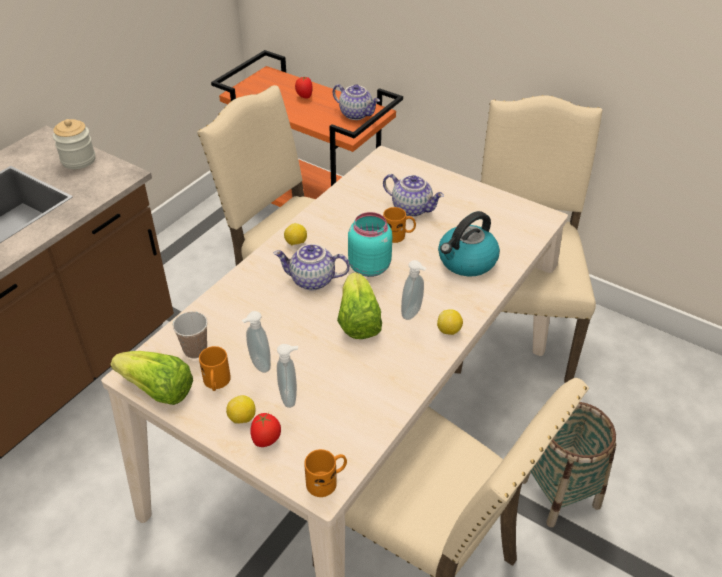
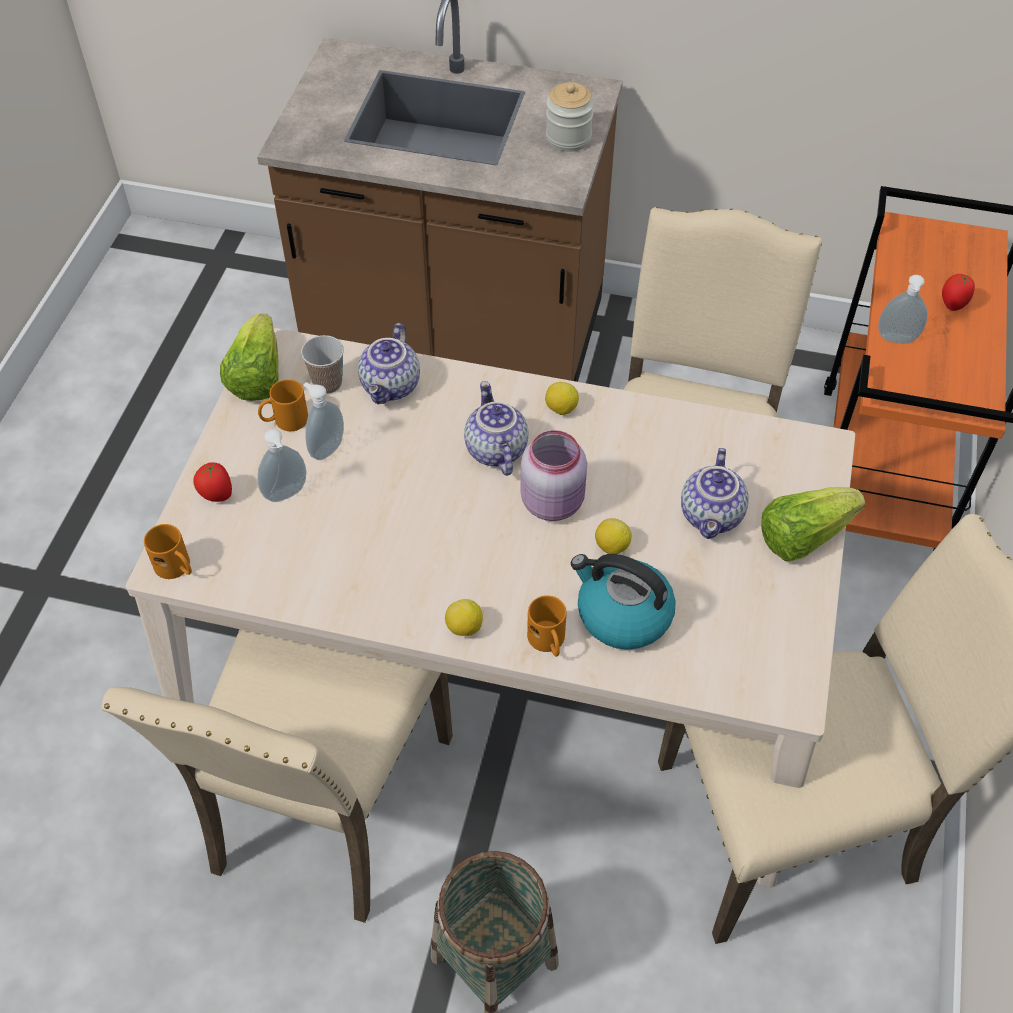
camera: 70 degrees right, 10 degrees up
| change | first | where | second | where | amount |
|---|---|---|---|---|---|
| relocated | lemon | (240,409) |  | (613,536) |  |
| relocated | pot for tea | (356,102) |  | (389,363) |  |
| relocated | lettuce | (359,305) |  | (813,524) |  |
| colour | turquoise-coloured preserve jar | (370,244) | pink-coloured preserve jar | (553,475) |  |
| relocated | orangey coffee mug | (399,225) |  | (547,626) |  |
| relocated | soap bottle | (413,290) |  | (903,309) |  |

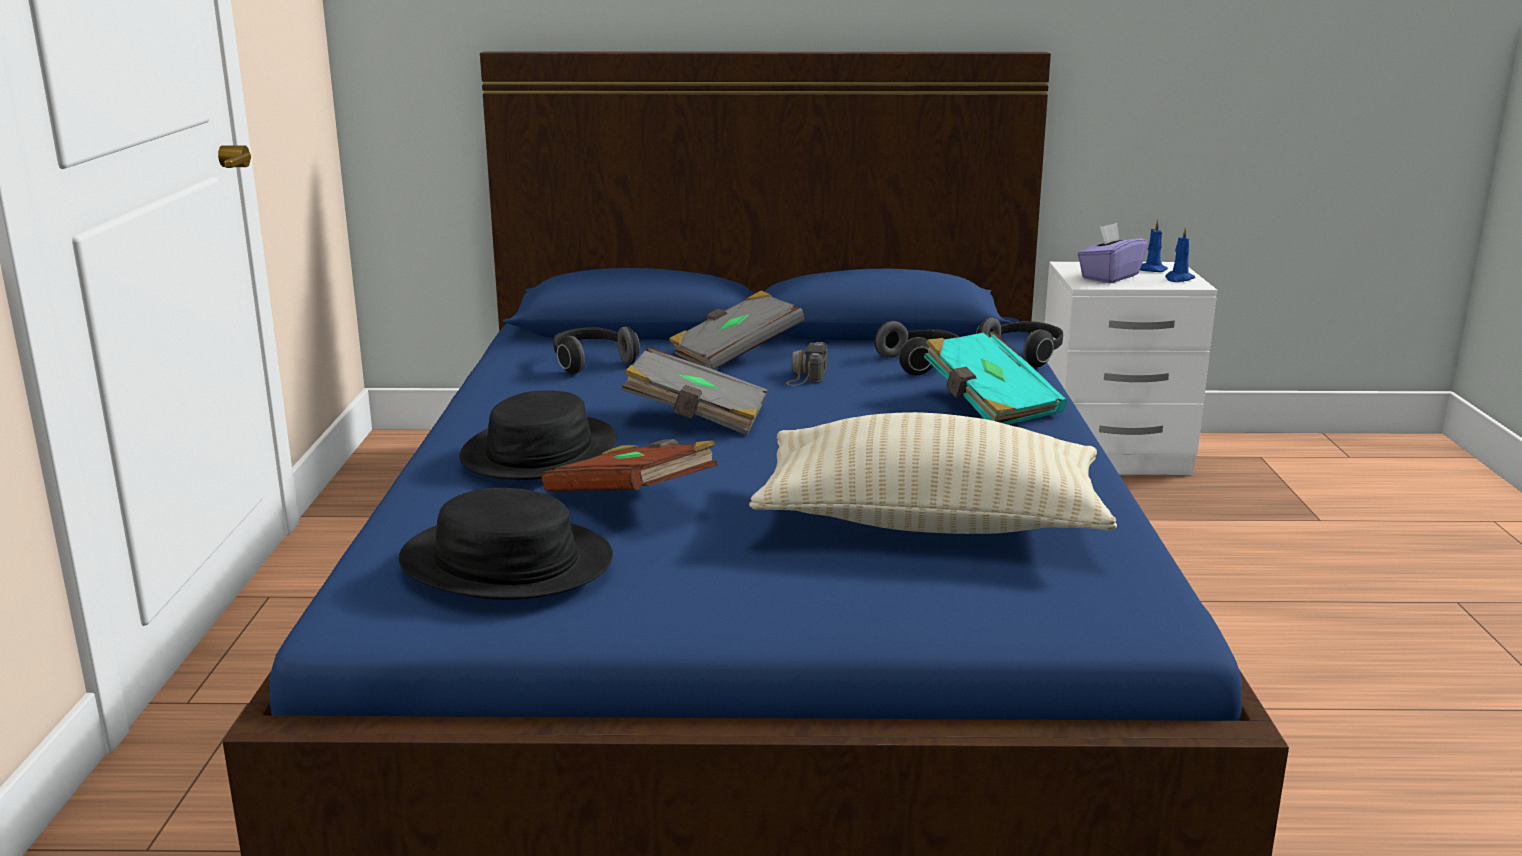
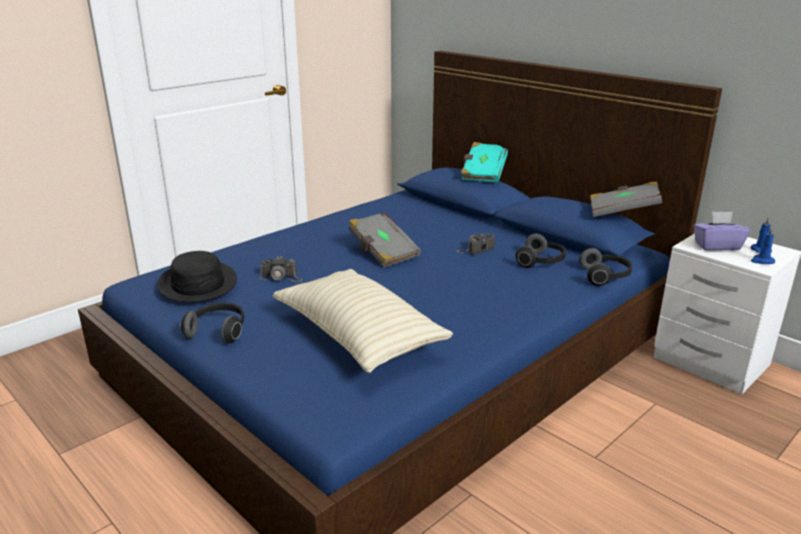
camera: 45 degrees right, 5 degrees up
| change | first | where | second | where | amount |
|---|---|---|---|---|---|
| missing | black-coloured wearable hat | (538,435) |  |  |  |
| exchanged | brown bound book | (629,465) | still camera | (281,269) |  |
| relocated | pair of headphones | (596,350) |  | (212,323) |  |
| relocated | greyish bound book | (737,330) |  | (626,199) |  |
| relocated | turquoise-coloured bound book | (995,378) |  | (484,162) |  |

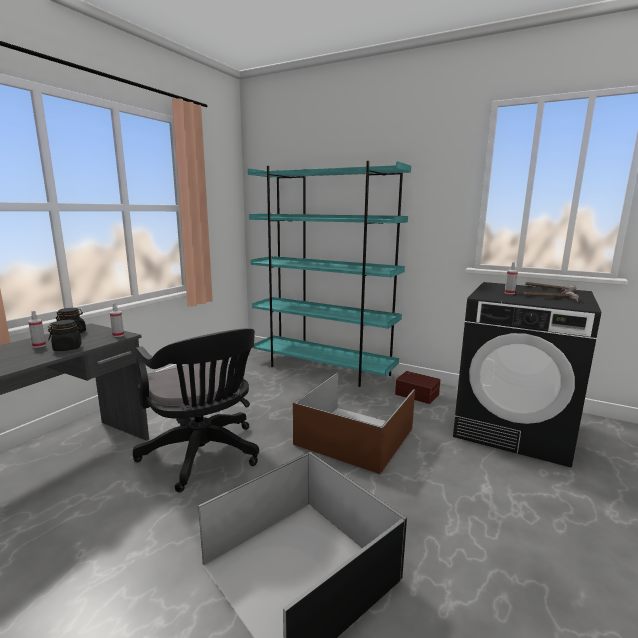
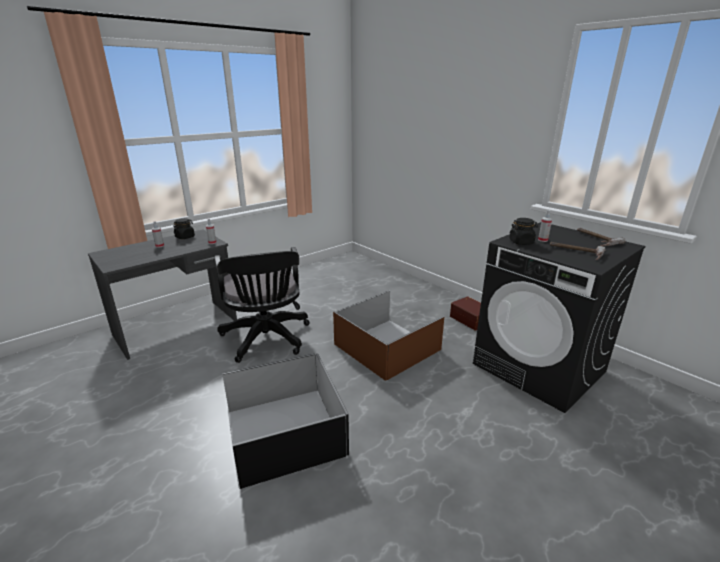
camera: 20 degrees right, 10 degrees up
| change | first | where | second | where | amount |
|---|---|---|---|---|---|
| relocated | black-coloured preserve jar | (65,335) |  | (523,231) |  |
| missing | turquoise-coloured shelving unit | (329,274) |  |  |  |

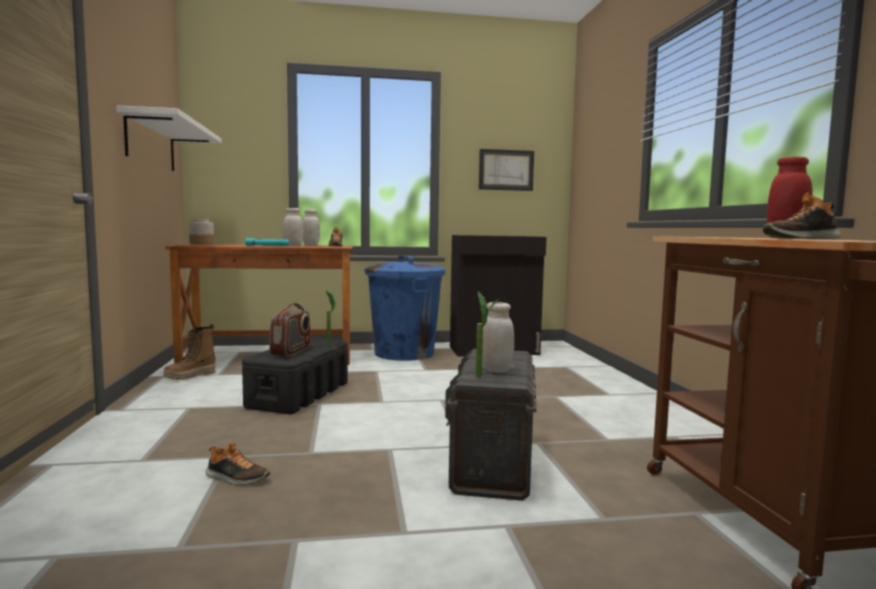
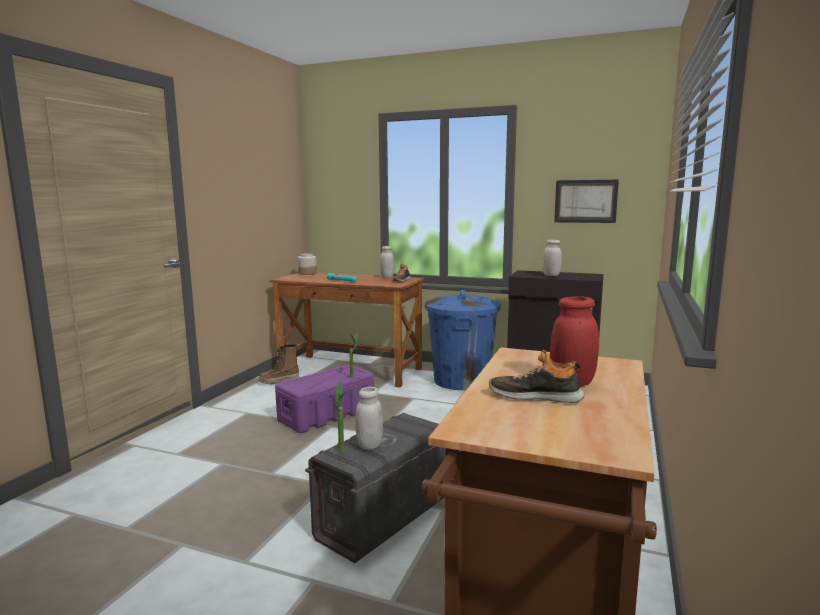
camera: 30 degrees right, 5 degrees up
| change | first | where | second | where | amount |
|---|---|---|---|---|---|
| missing | white-coloured wall shelf | (168,138) |  |  |  |
| missing | item of footwear | (237,463) |  |  |  |
| colour | black-coloured storage box | (295,376) | purple-coloured storage box | (324,399) |  |
| missing | radio set | (290,329) |  |  |  |
| relocated | white-coloured preserve jar | (293,227) |  | (552,258) |  |

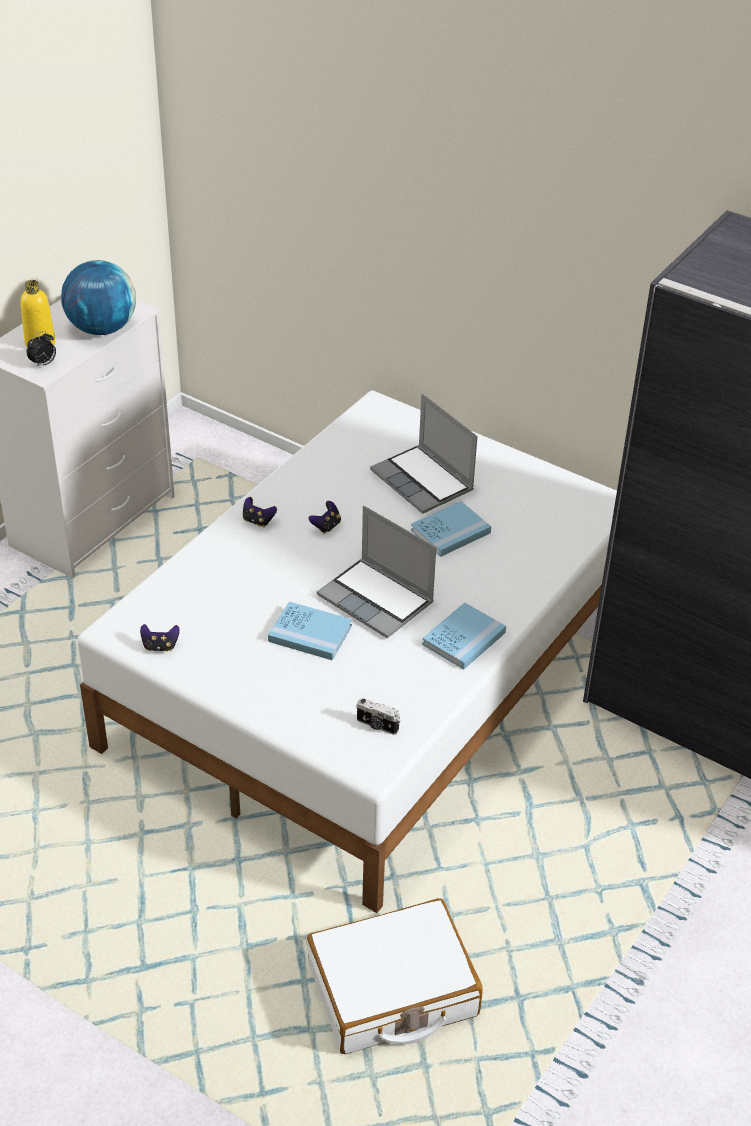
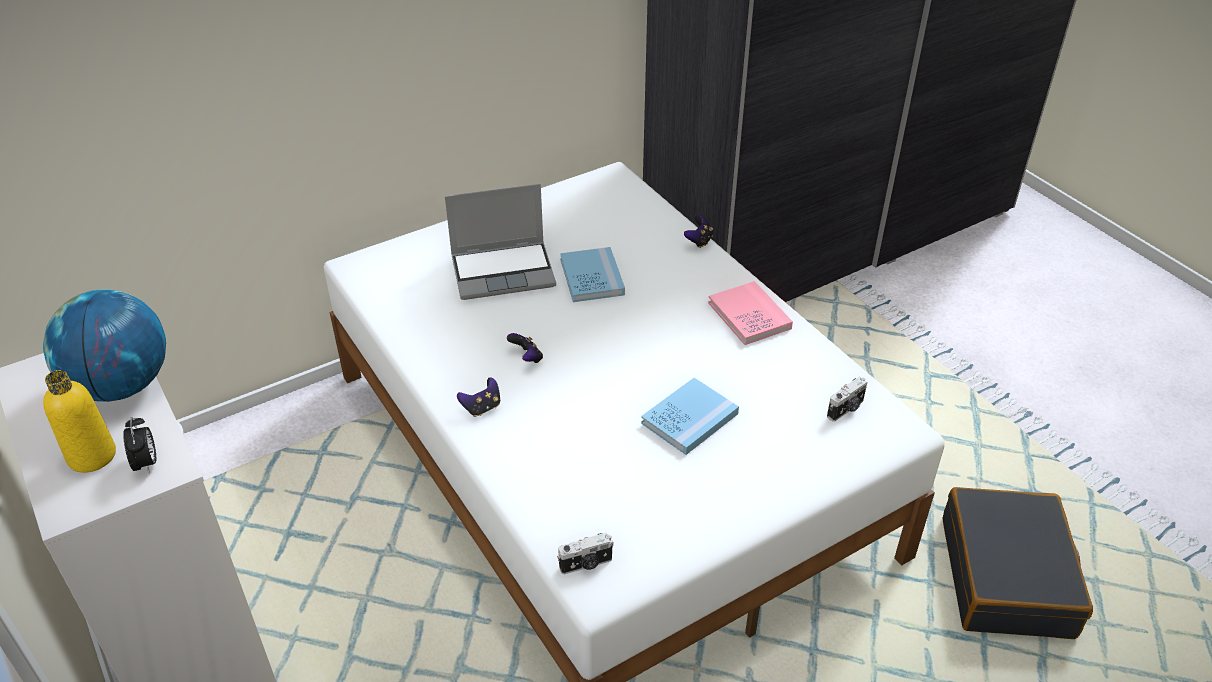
camera: 65 degrees left, 0 degrees up
| change | first | where | second | where | amount |
|---|---|---|---|---|---|
| relocated | joypad | (160,638) |  | (698,231) |  |
| colour | white-coloured travel case | (395,976) | black-coloured travel case | (1018,563) |  |
| missing | notebook computer | (376,572) |  |  |  |
| colour | bluish bound book | (464,636) | pink-coloured bound book | (750,313) |  |
| appeared |  |  | still camera | (585,553) |  |

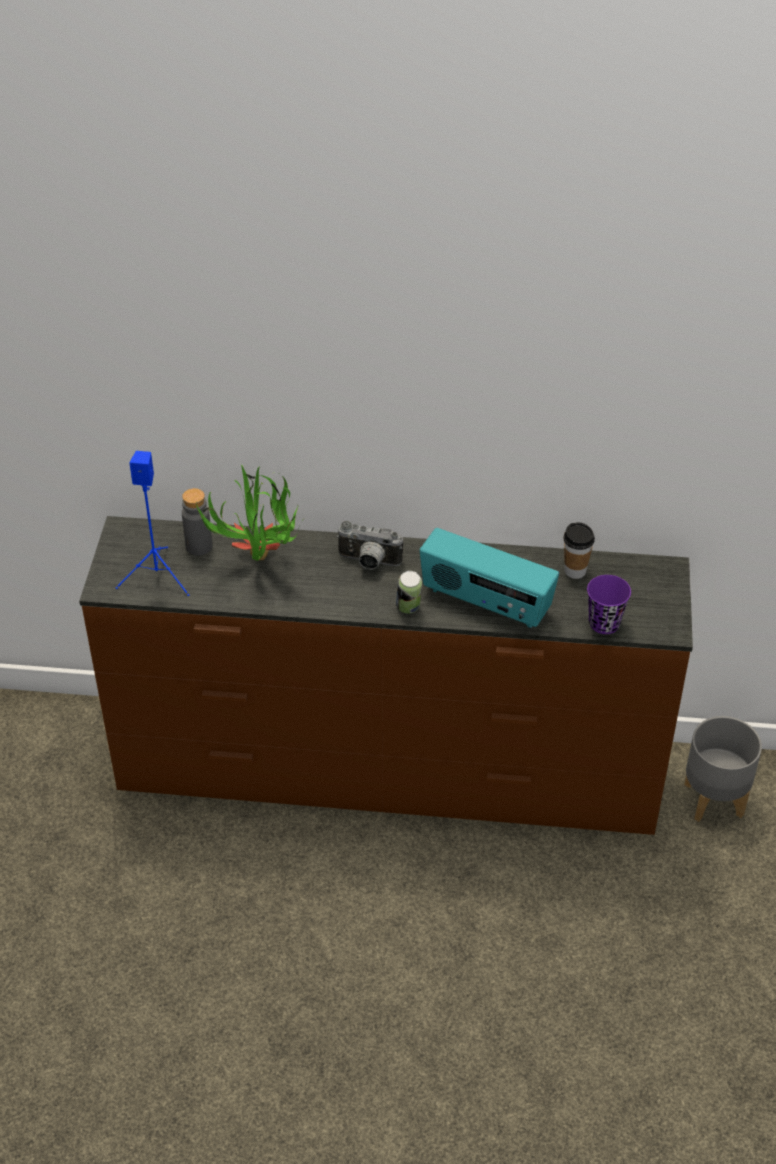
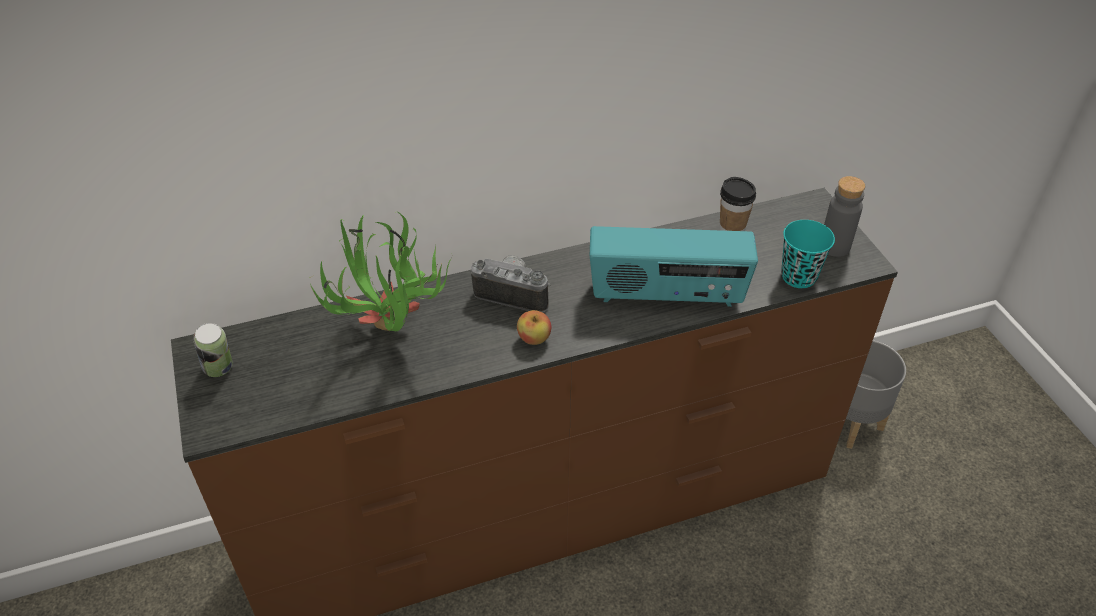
camera: 25 degrees left, 0 degrees up
| change | first | where | second | where | amount |
|---|---|---|---|---|---|
| missing | bluish audio speaker | (152,523) |  |  |  |
| relocated | greyish beverage bottle | (197,522) |  | (844,216) |  |
| spun | still camera | (369,545) |  | (511,283) | 150 degrees counterclockwise |
| relocated | sealed can | (409,592) |  | (213,350) |  |
| colour | purple-coloured small cup | (609,604) | turquoise-coloured small cup | (808,254) |  |
| appeared |  |  | whole apple | (534,327) |  |

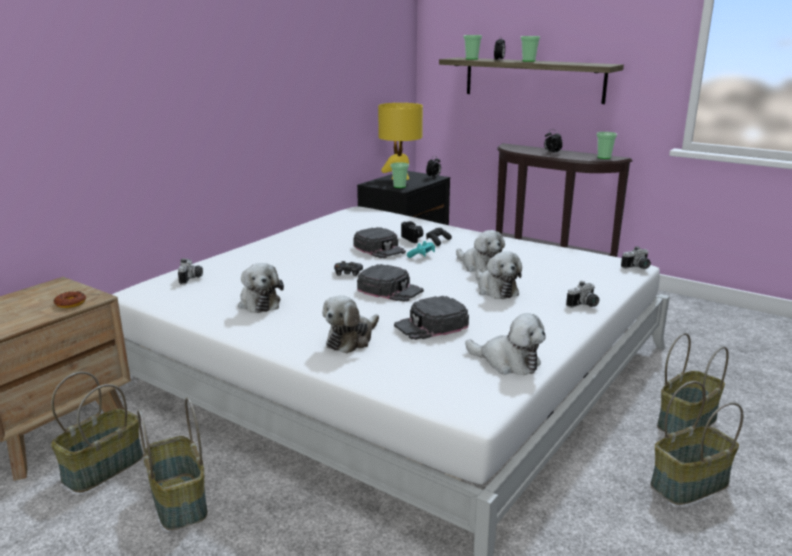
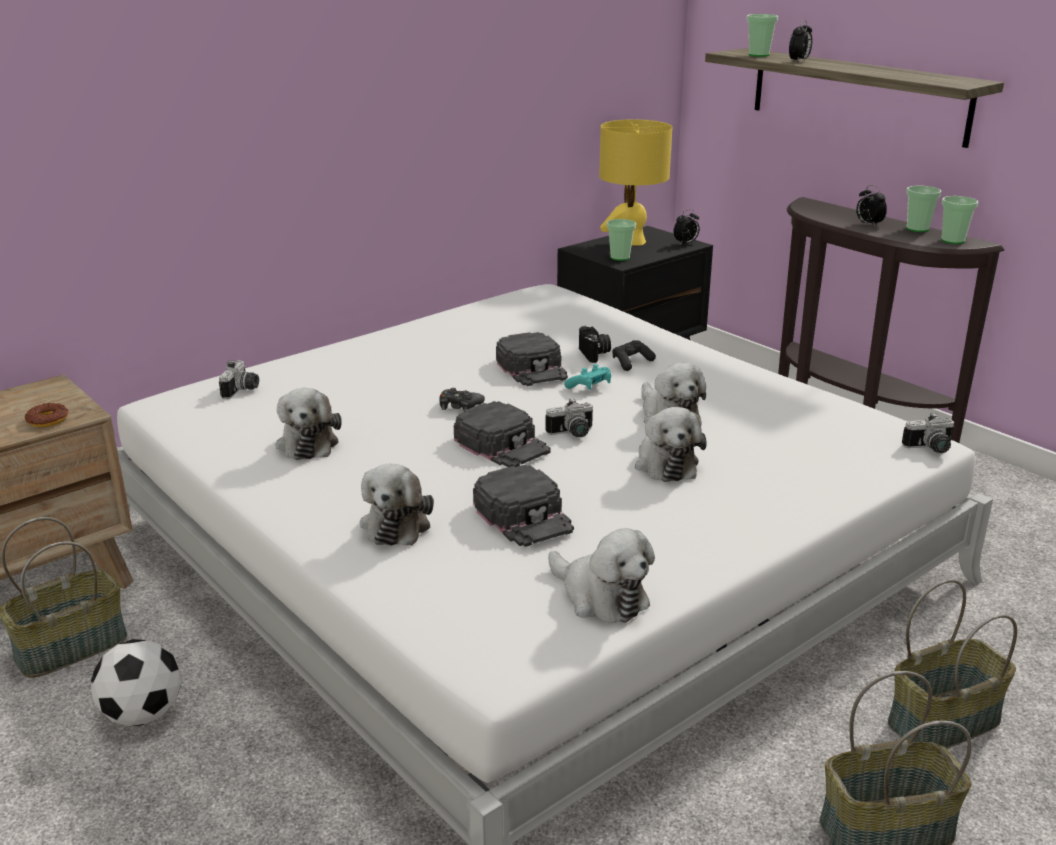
camera: 15 degrees right, 5 degrees up
| change | first | where | second | where | amount |
|---|---|---|---|---|---|
| exchanged | storage basket | (172,463) | ball for football | (136,682) |  |
| spun | plush toy | (350,324) |  | (397,504) | 45 degrees counterclockwise |
| spun | black-coloured peaked cap | (431,318) |  | (523,506) | 105 degrees counterclockwise |
| relocated | small cup | (530,49) |  | (923,209) |  |
| relocated | still camera | (582,294) |  | (569,417) |  |

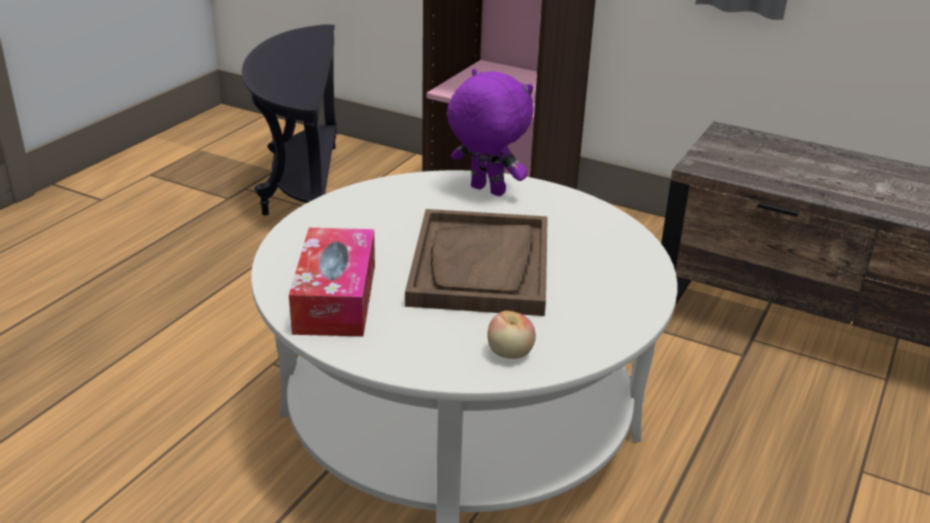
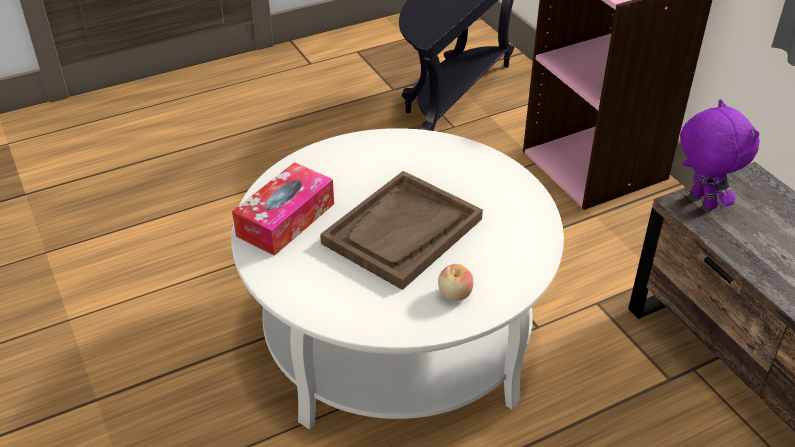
camera: 35 degrees right, 10 degrees up
| change | first | where | second | where | amount |
|---|---|---|---|---|---|
| relocated | purple-coloured plush toy | (490,132) |  | (720,154) |  |
| relocated | whole apple | (512,335) |  | (455,282) |  |

